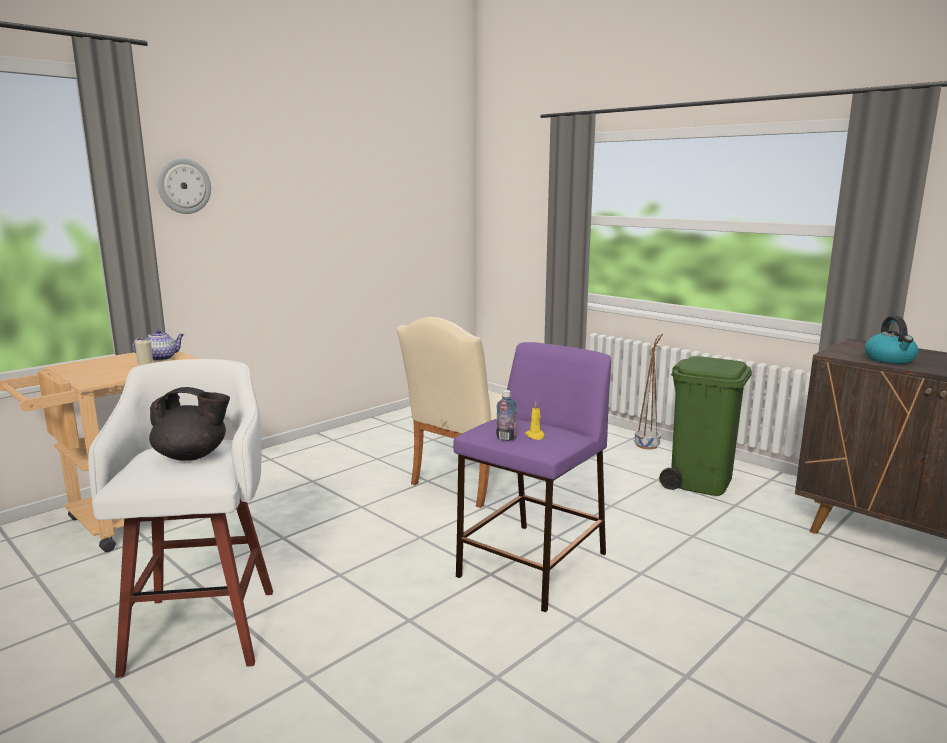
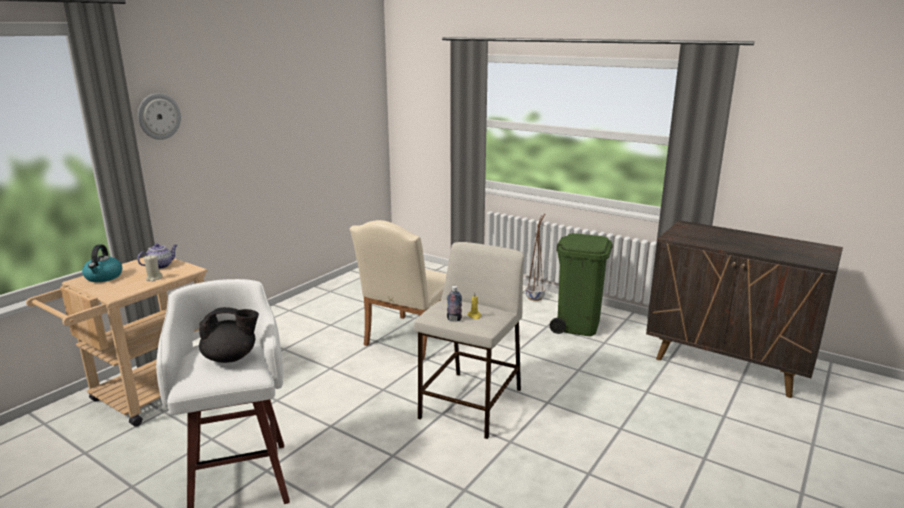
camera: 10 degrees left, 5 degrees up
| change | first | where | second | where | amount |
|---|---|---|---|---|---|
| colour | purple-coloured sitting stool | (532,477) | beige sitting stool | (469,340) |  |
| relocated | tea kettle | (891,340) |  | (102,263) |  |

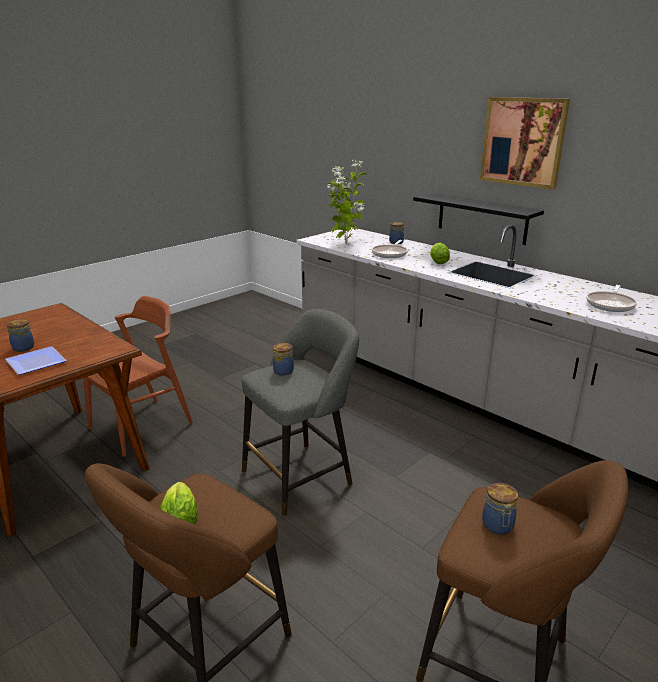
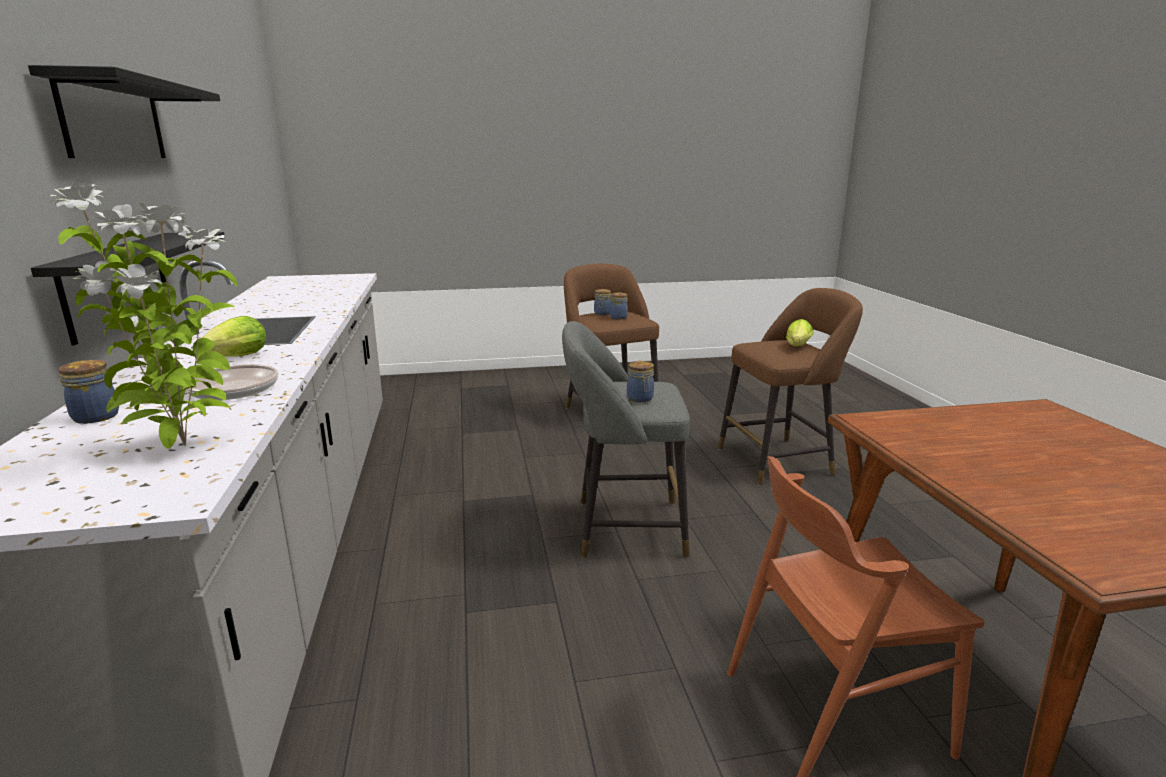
camera: 145 degrees left, 5 degrees down
| change | first | where | second | where | amount |
|---|---|---|---|---|---|
| missing | plate | (36,360) |  |  |  |
| relocated | preserve jar | (20,335) |  | (602,302) |  |
| exchanged | wall picture | (525,143) | black-coloured wall shelf | (124,111) |  |
| missing | pan | (611,298) |  |  |  |

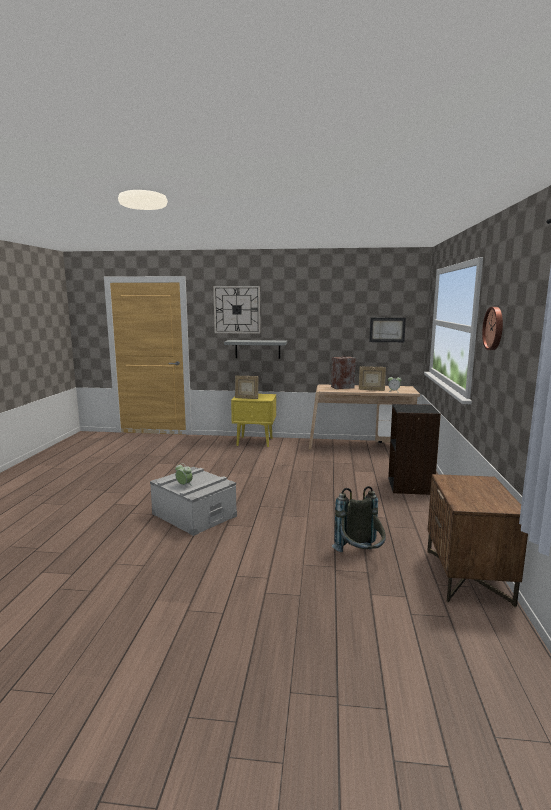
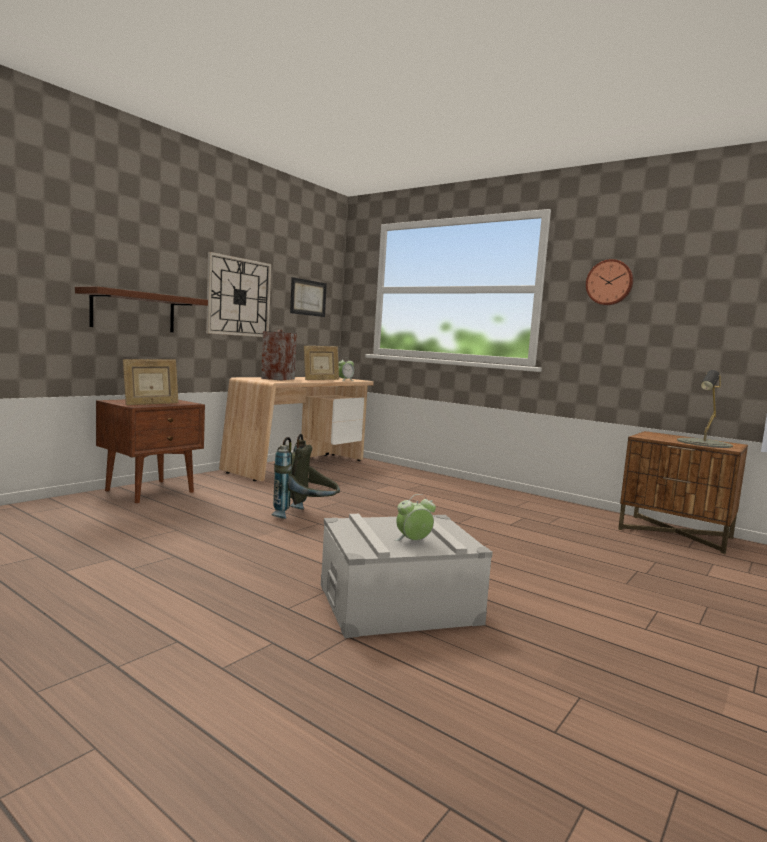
camera: 60 degrees left, 5 degrees down
| change | first | where | second | where | amount |
|---|---|---|---|---|---|
| relocated | clock on the wall | (236,310) |  | (238,294) |  |
| colour | greyish wall shelf | (255,349) | brown wall shelf | (141,309) |  |
| colour | yellow bedside table | (253,420) | brown bedside table | (150,451) |  |
| relocated | greyish backpack | (359,519) |  | (306,476) |  |
| missing | black-coloured shelving unit | (414,449) |  |  |  |
| appeared |  |  | greyish lamp for a table | (705,409) |  |

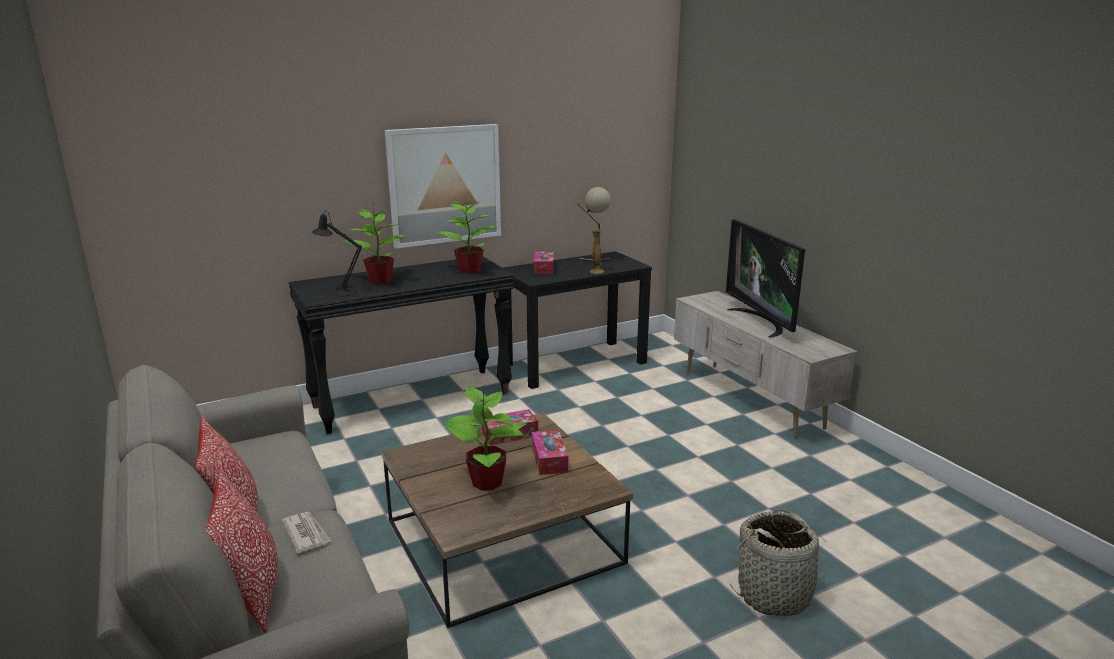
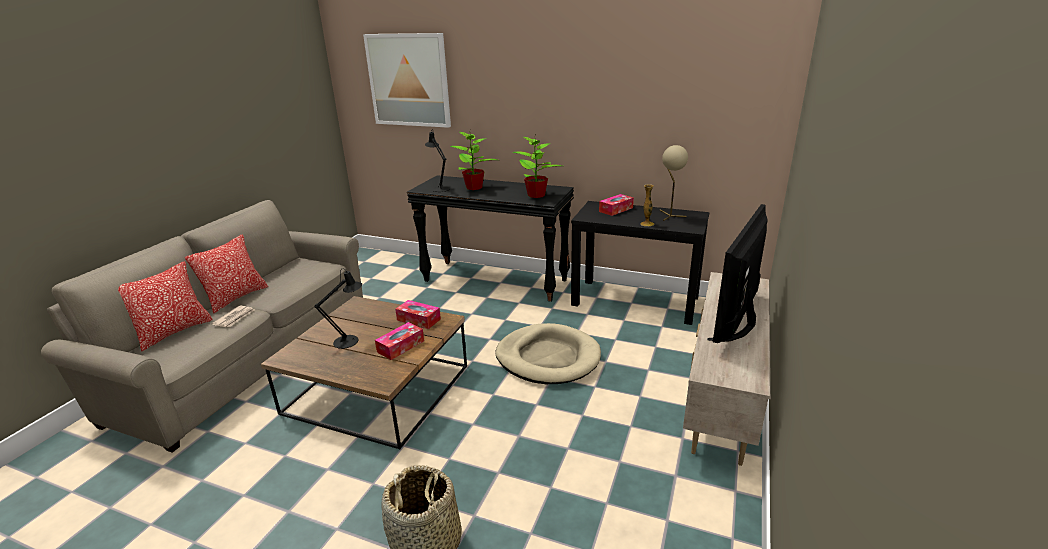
camera: 50 degrees right, 5 degrees up
| change | first | where | second | where | amount |
|---|---|---|---|---|---|
| relocated | wall picture | (443,186) |  | (407,80) |  |
| exchanged | potted plant | (485,438) | black-coloured lamp for a table | (338,308) |  |
| appeared |  |  | beige pet bed | (548,353) |  |

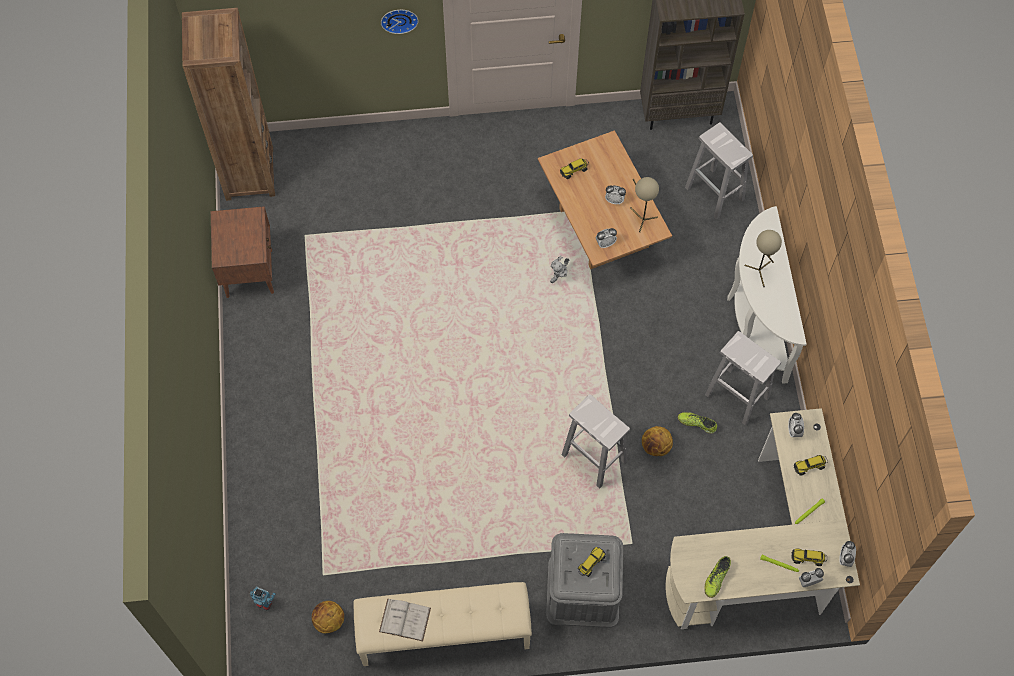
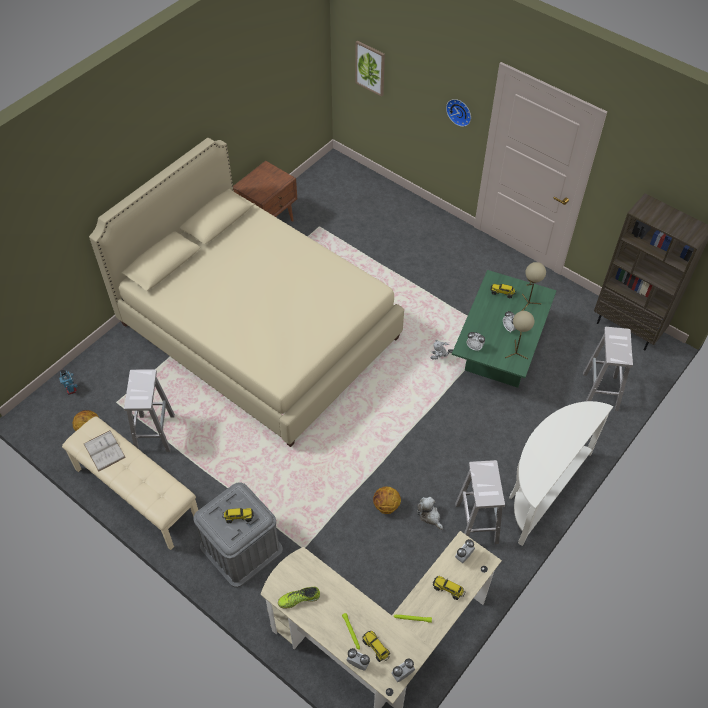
camera: 45 degrees right, 10 degrees down
| change | first | where | second | where | amount |
|---|---|---|---|---|---|
| missing | brown shelving unit | (228,104) |  |  |  |
| colour | brown coffee table | (605,199) | green coffee table | (504,329) |  |
| relocated | white-coloured sitting stool | (596,441) |  | (149,410) |  |
| exchanged | item of footwear | (697,423) | plush toy | (430,513) |  |
| relocated | beige lamp for a table | (763,258) |  | (534,286) |  |
| appeared |  |  | beige bed | (246,292) |  |
| appeared |  |  | wall picture | (370,68) |  |

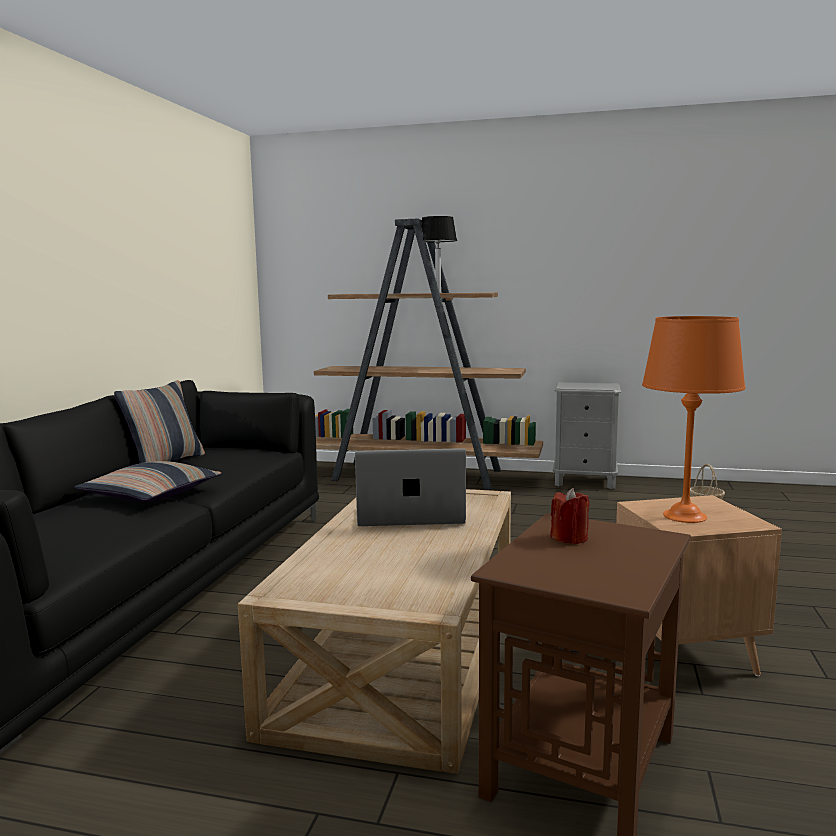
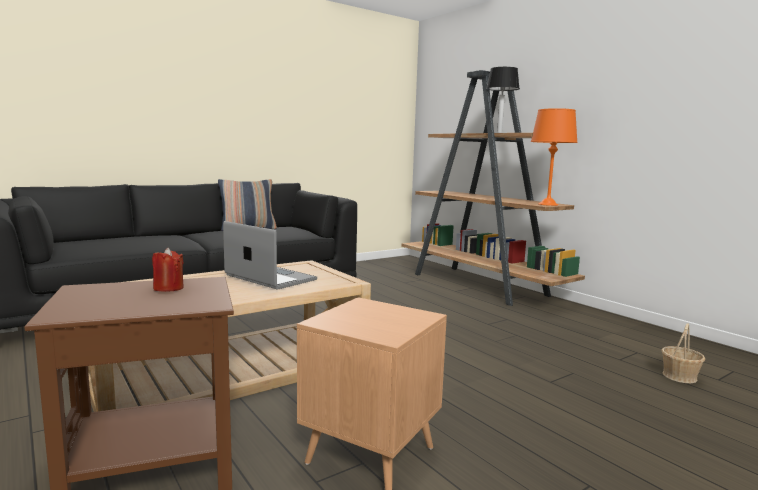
camera: 40 degrees right, 0 degrees up
| change | first | where | second | where | amount |
|---|---|---|---|---|---|
| missing | throw pillow | (148,481) |  |  |  |
| missing | greyish bedside table | (587,435) |  |  |  |
| relocated | orangey lamp for a table | (694,419) |  | (554,157) |  |

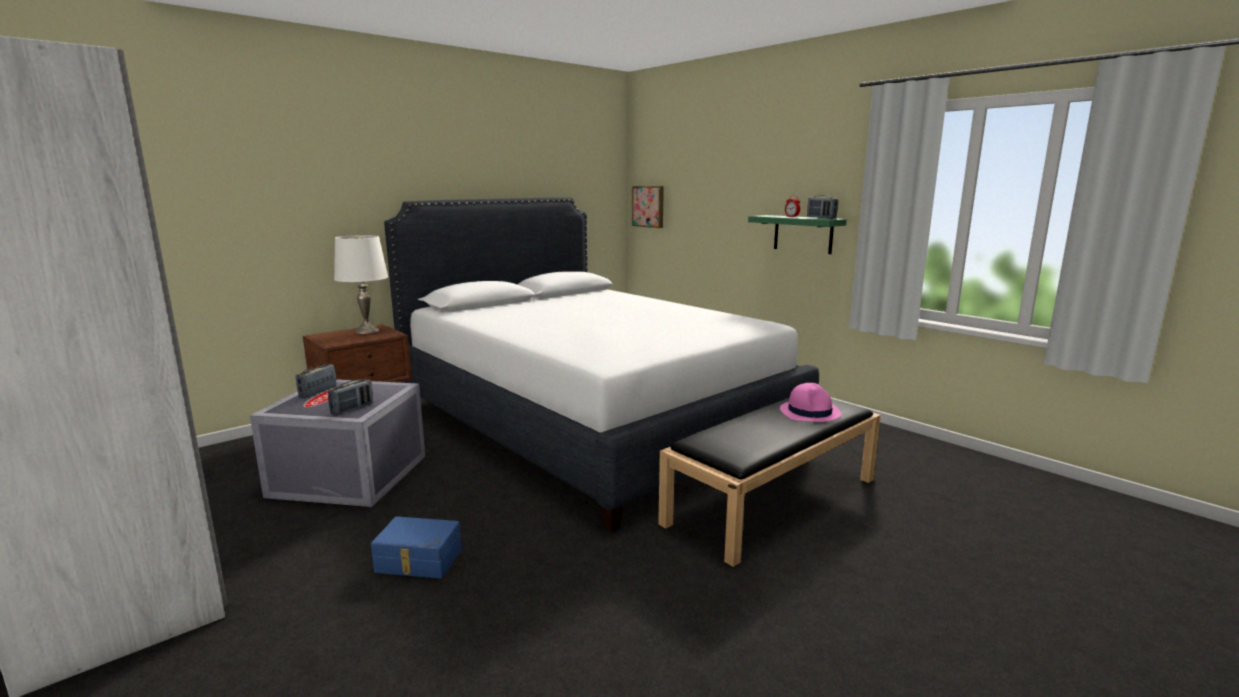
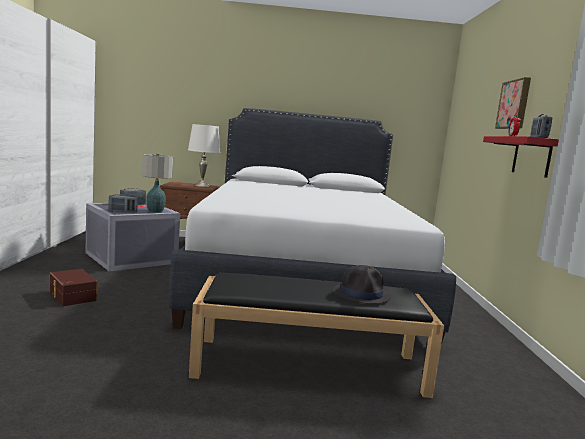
camera: 40 degrees right, 5 degrees down
| change | first | where | second | where | amount |
|---|---|---|---|---|---|
| colour | bluish storage box | (416,547) | brown storage box | (73,287) |  |
| relocated | wall picture | (648,207) |  | (513,103) |  |
| colour | green wall shelf | (797,234) | red wall shelf | (521,157) |  |
| colour | pink-coloured wearable hat | (810,402) | black-coloured wearable hat | (362,284) |  |
| appeared |  |  | lamp for a table | (157,183) |  |

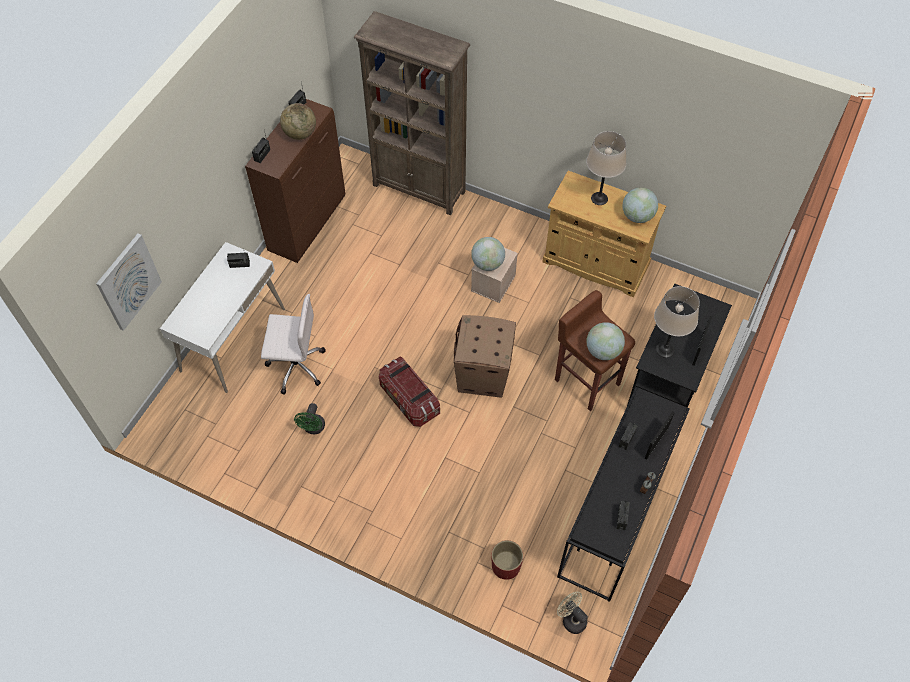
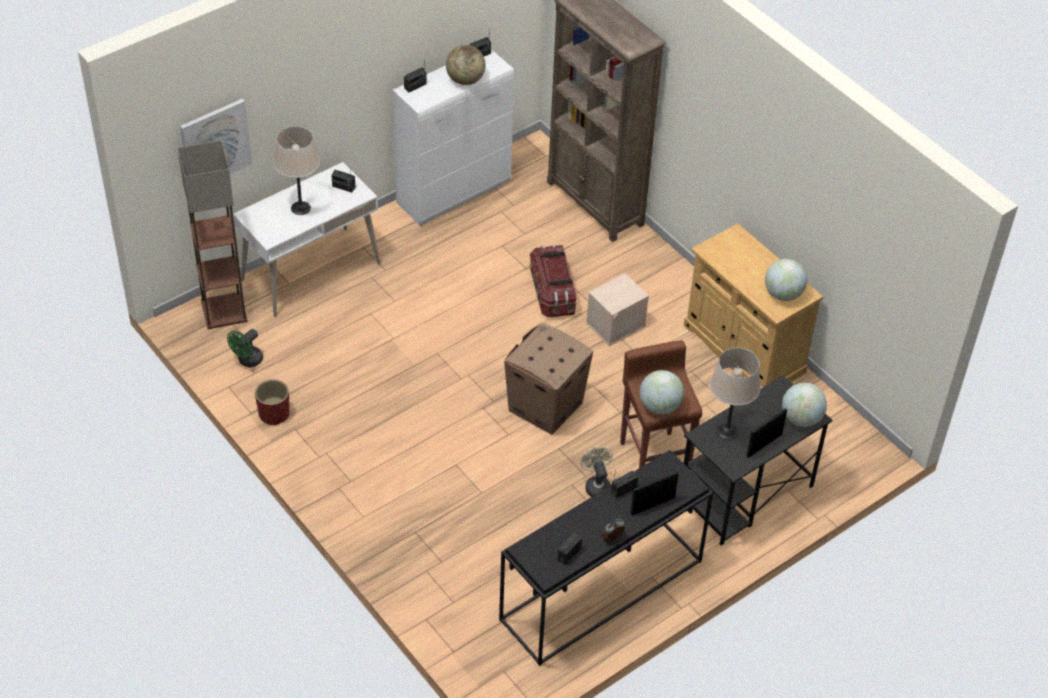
camera: 25 degrees right, 10 degrees down
| change | first | where | second | where | amount |
|---|---|---|---|---|---|
| colour | brown storage cabinet | (295,181) | white-coloured storage cabinet | (453,137) |  |
| missing | white-coloured desk chair | (293,344) |  |  |  |
| relocated | green cooling fan | (309,418) |  | (245,348) |  |
| relocated | storage box | (409,392) |  | (553,281) |  |
| relocated | desk globe | (488,254) |  | (804,405) |  |
| relocated | red plant pot | (507,560) |  | (272,402) |  |
| relocated | beige cooling fan | (572,613) |  | (596,472) |  |
| relocated | beige lamp for a table | (606,168) |  | (297,170) |  |
| appeared |  |  | floor lamp | (213,235) |  |

